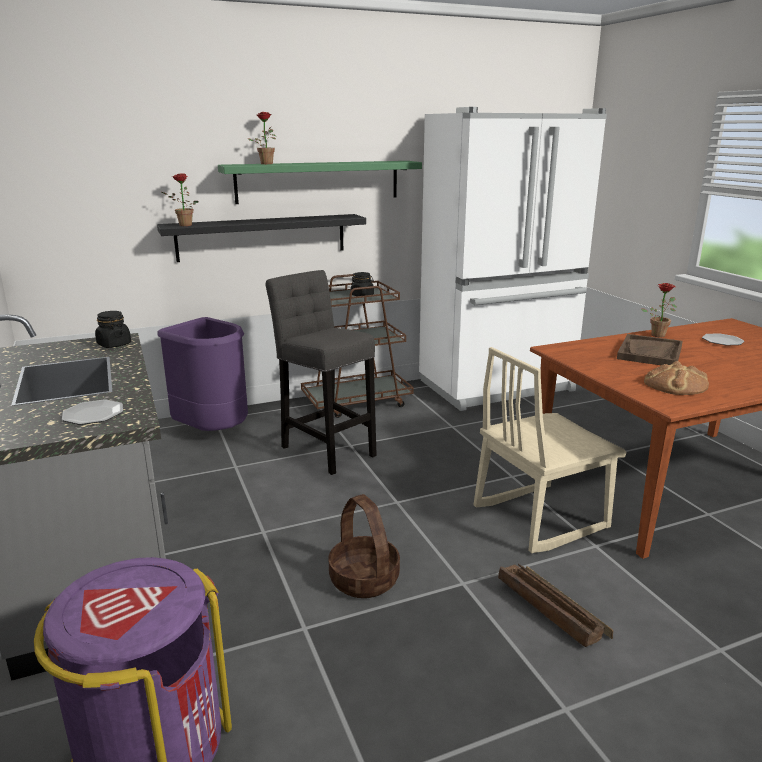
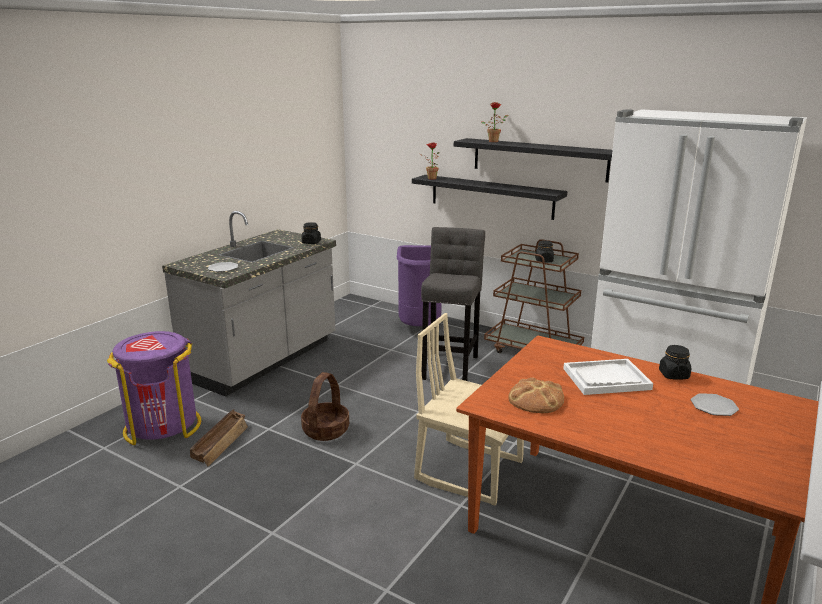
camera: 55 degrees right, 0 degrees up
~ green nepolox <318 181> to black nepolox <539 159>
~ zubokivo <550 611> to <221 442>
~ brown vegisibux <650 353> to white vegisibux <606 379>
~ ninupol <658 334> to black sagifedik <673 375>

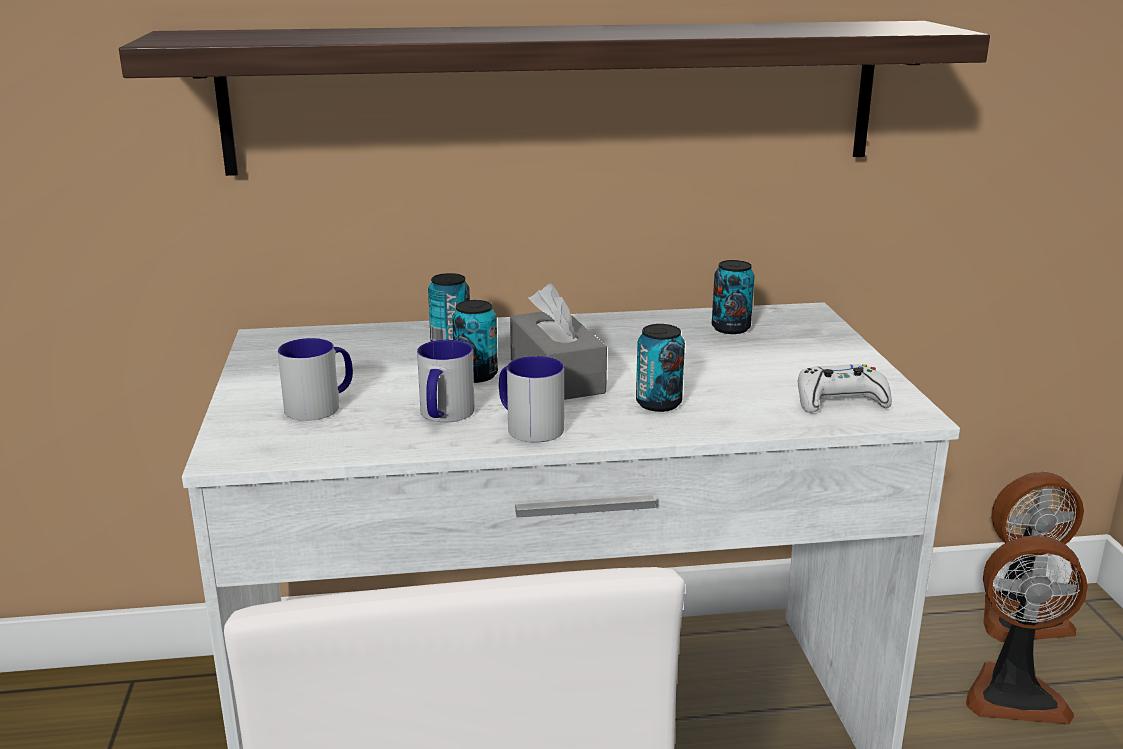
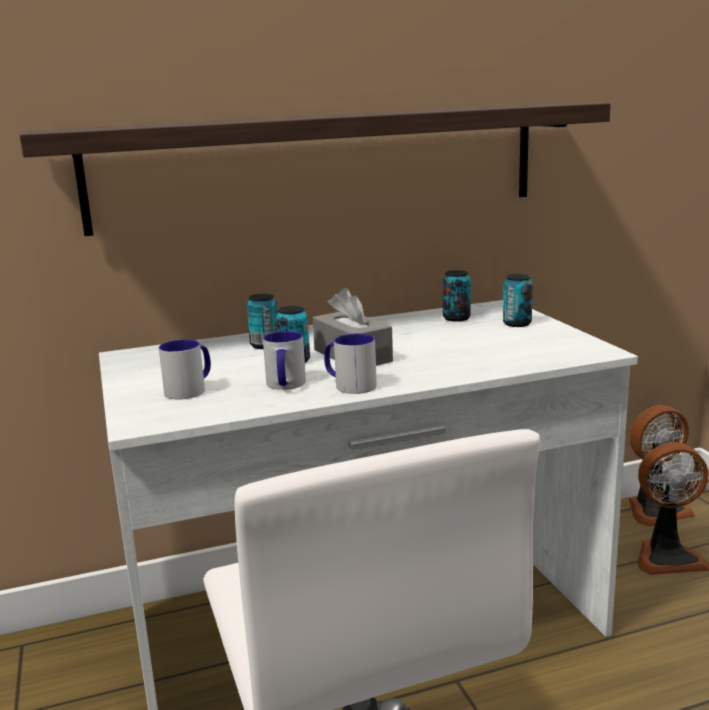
camera: 10 degrees left, 5 degrees down
~ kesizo <658 403> to <517 323>
- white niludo <839 401>

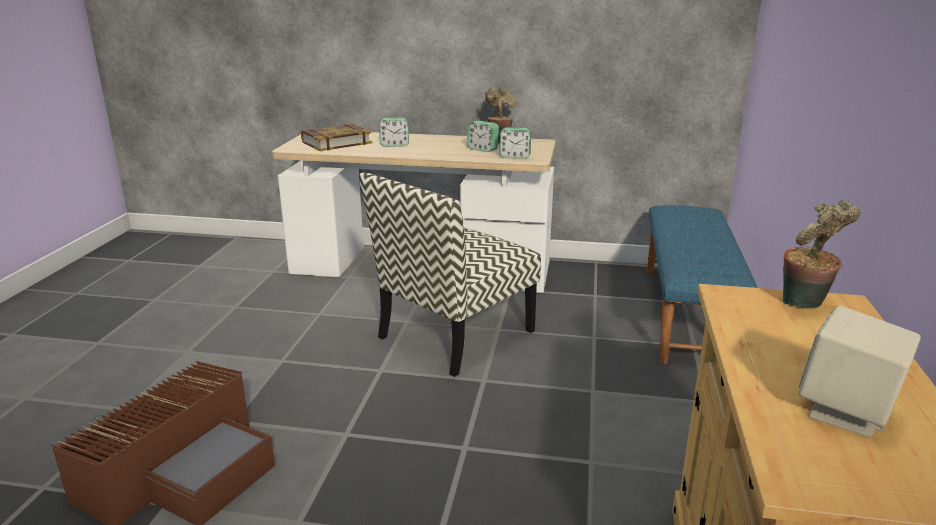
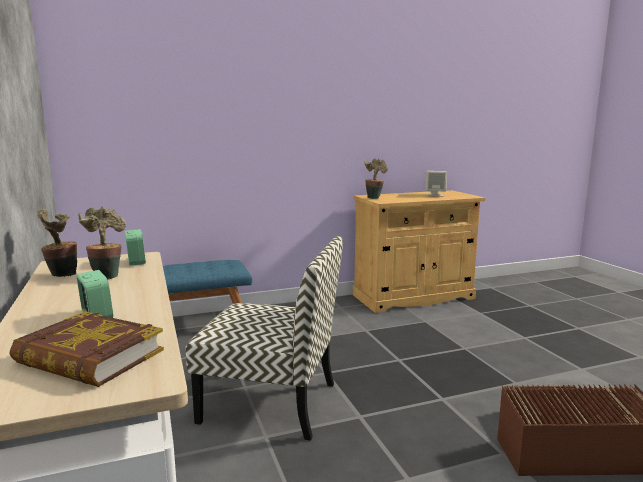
camera: 120 degrees left, 10 degrees down
~ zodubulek <482 149> to ninupol <106 275>

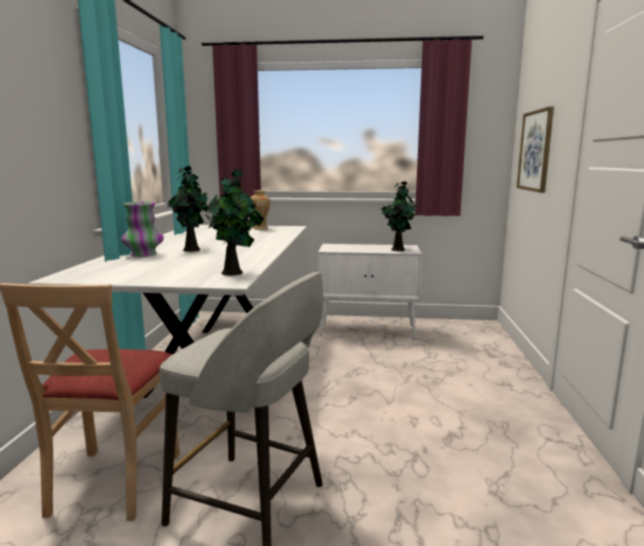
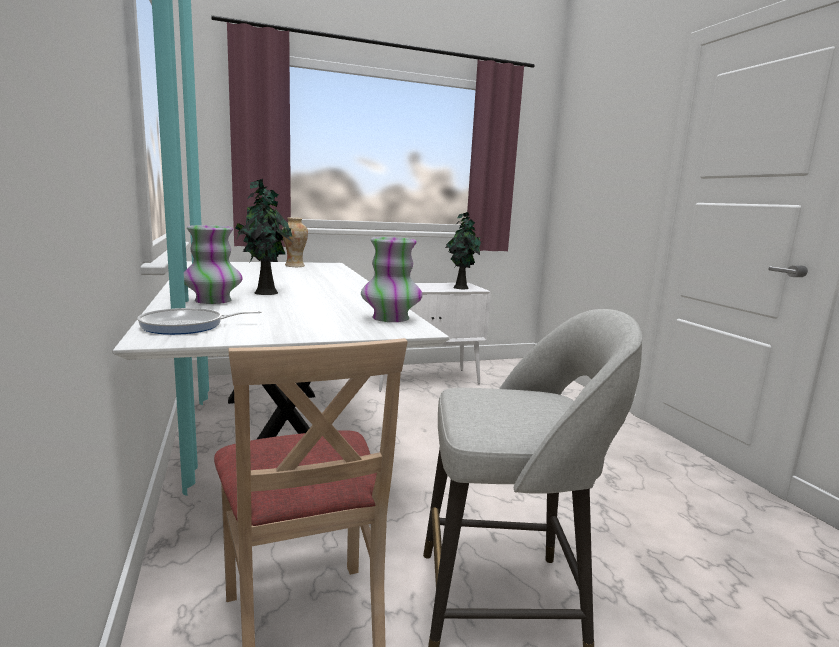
camera: 25 degrees left, 0 degrees up
~ ninupol <234 273> to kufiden <391 318>
- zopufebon <535 151>
+ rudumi <187 326>

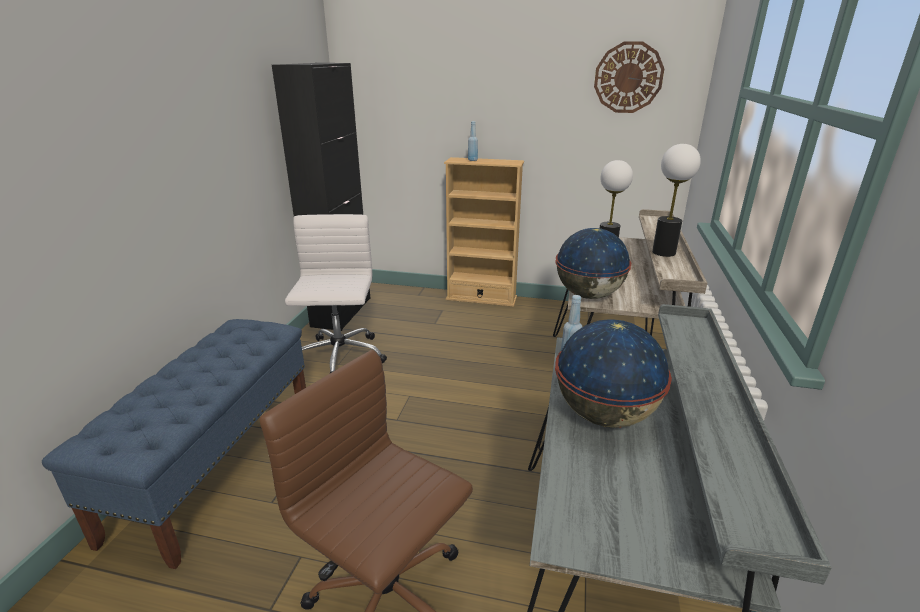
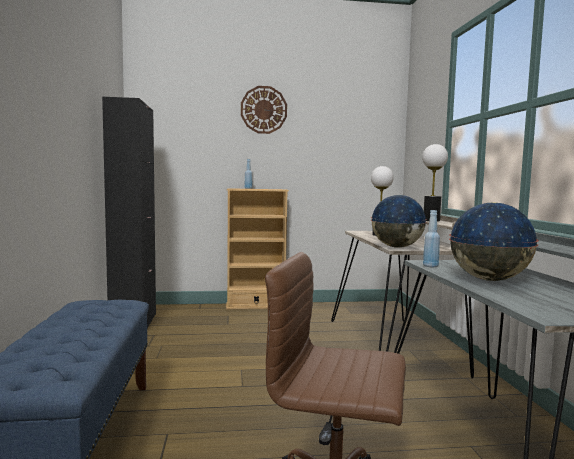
camera: 20 degrees left, 20 degrees down
- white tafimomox <339 357>
~ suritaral <628 78> to <263 110>

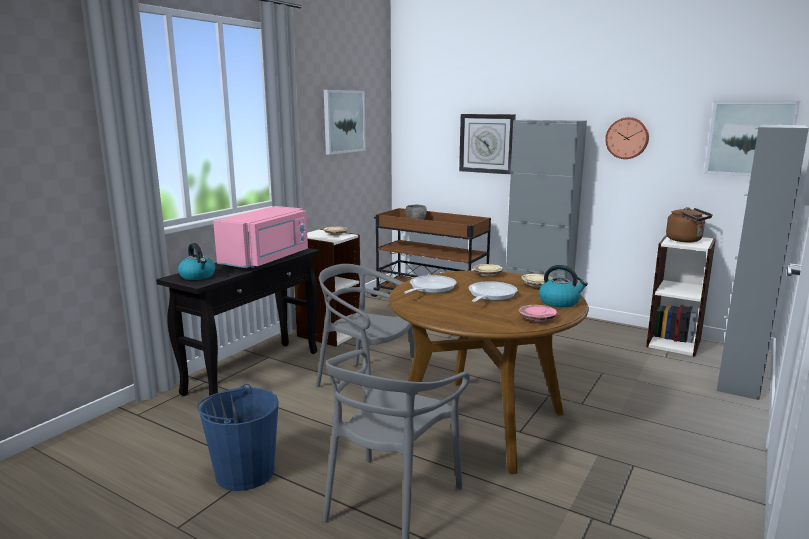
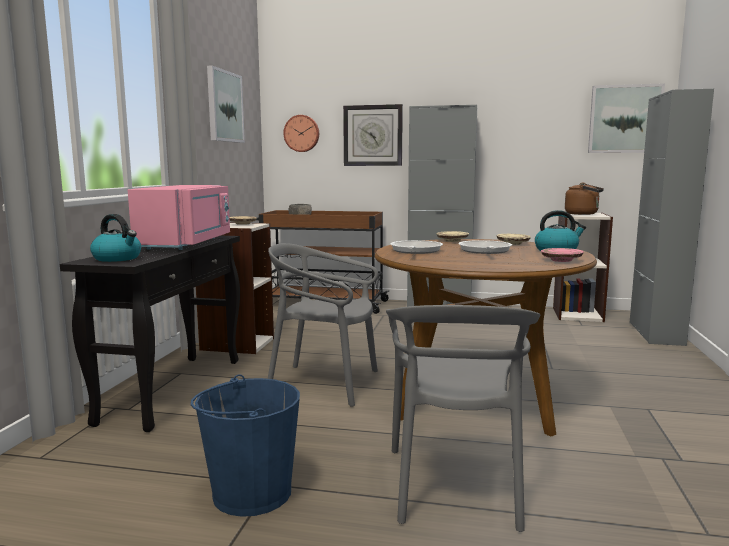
camera: 20 degrees left, 5 degrees down
~ suritaral <627 138> to <302 133>

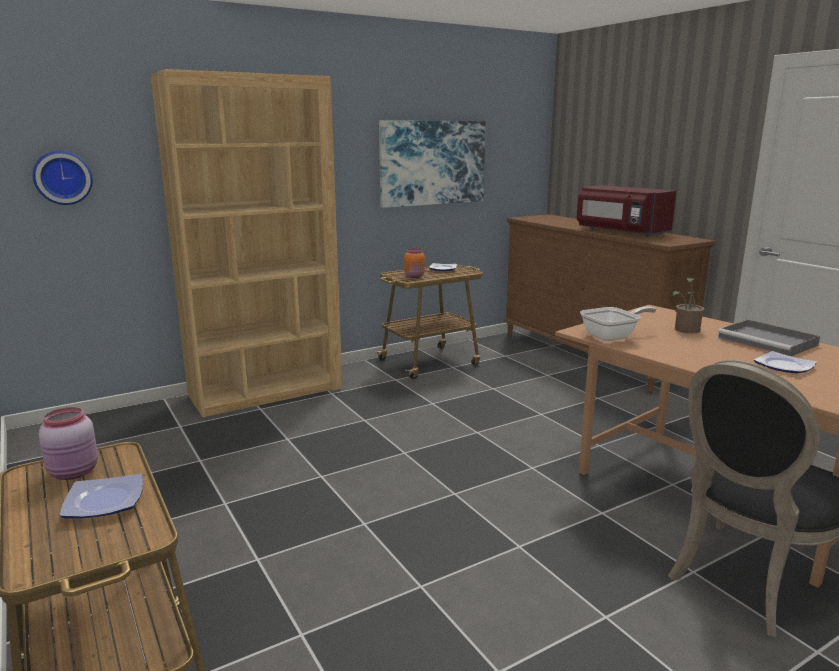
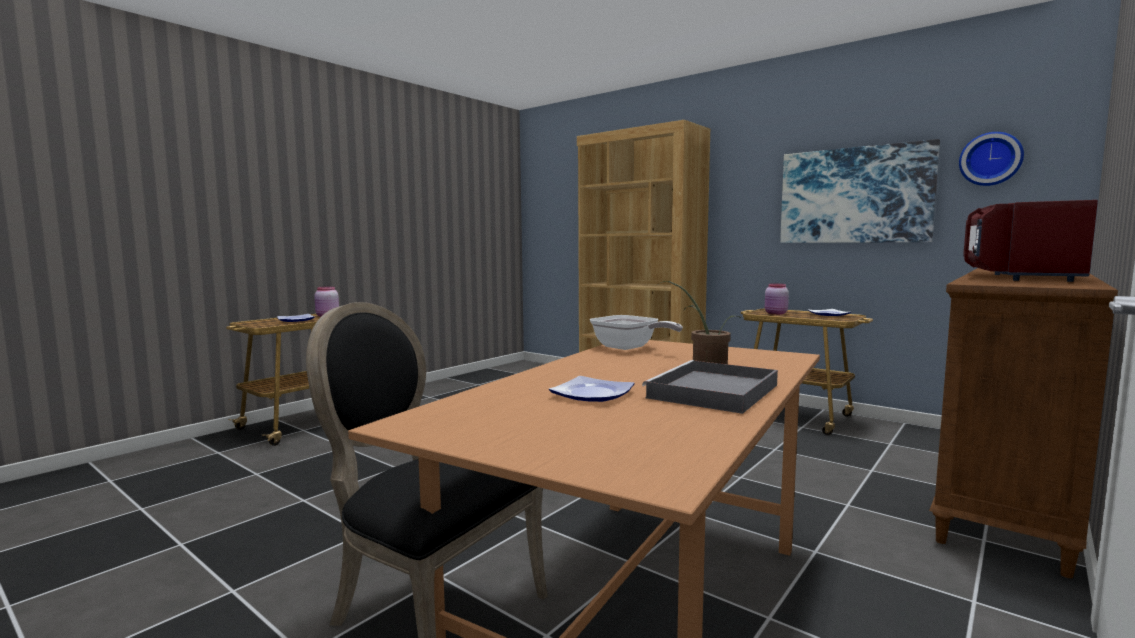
camera: 70 degrees right, 10 degrees down
~ suritaral <62 177> to <990 159>
~ orange sagifedik <415 276> to pink sagifedik <776 313>

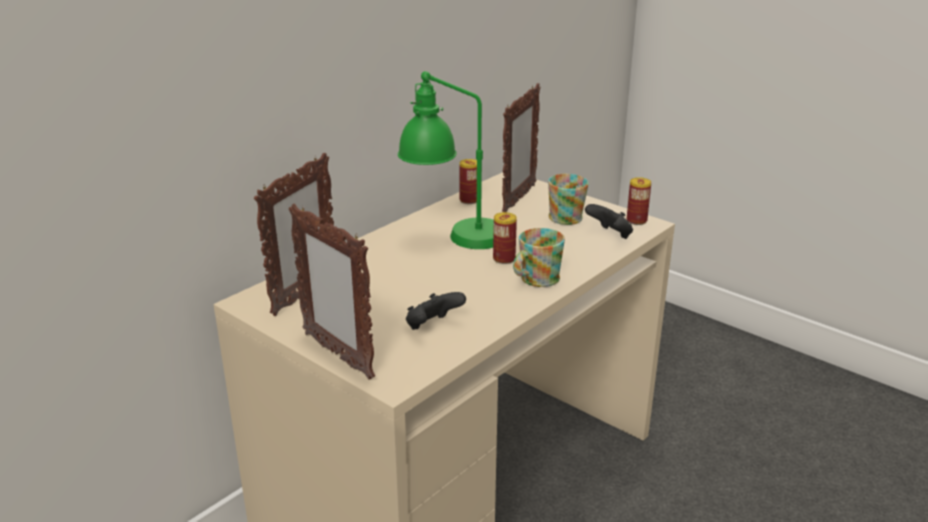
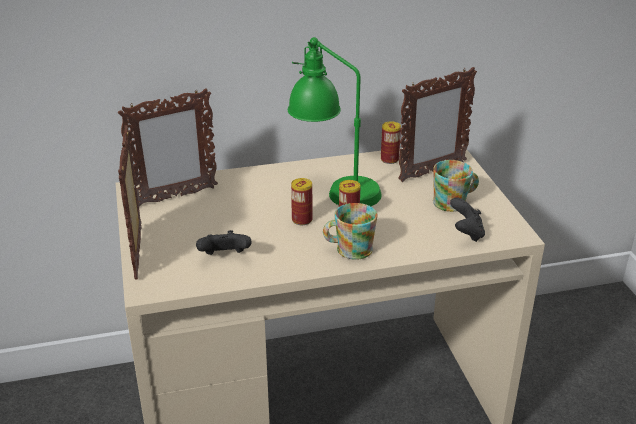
camera: 35 degrees right, 5 degrees up
~ kesizo <636 220> to <302 220>

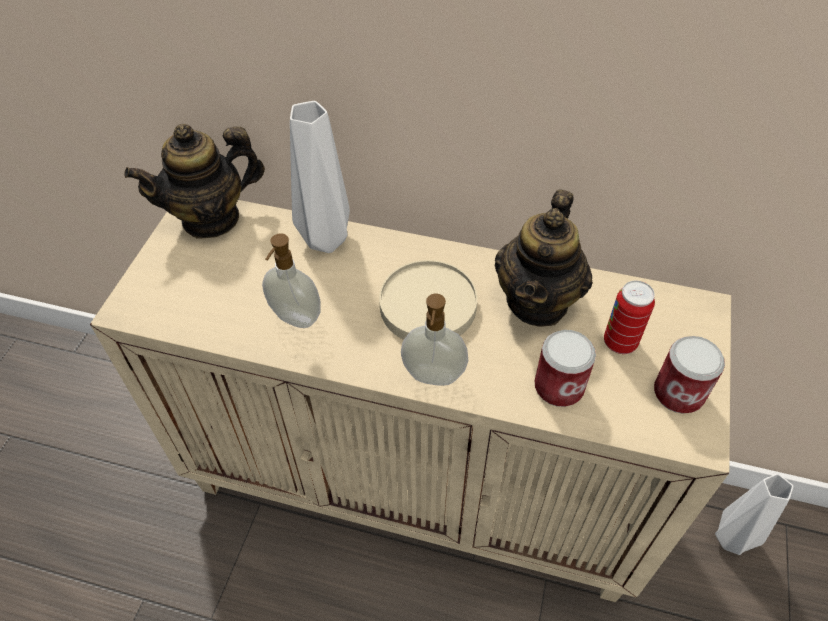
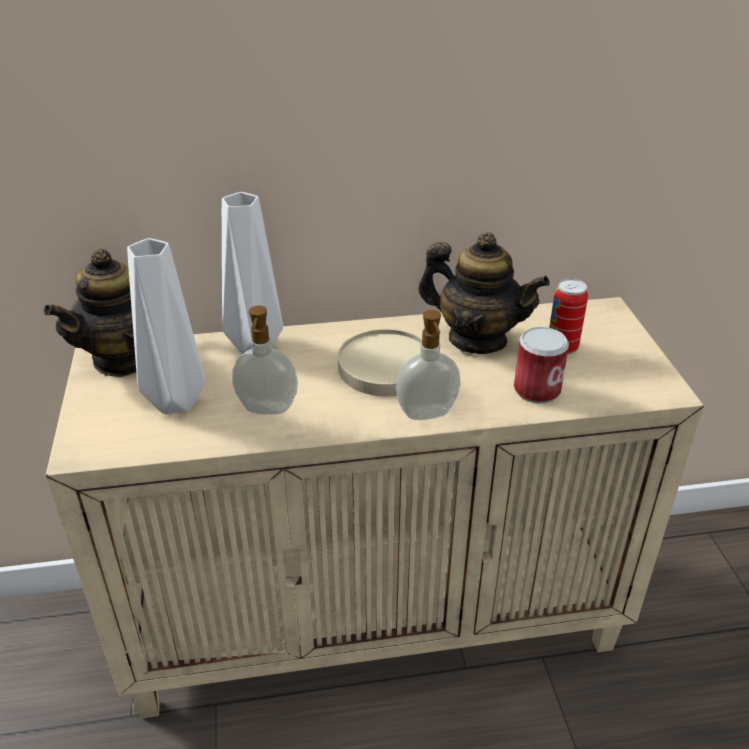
camera: 25 degrees left, 15 degrees down
~ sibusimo <538 301> = <477 339> 60 degrees counterclockwise
- kesizo <678 393>
~ white kufiden <730 537> to <174 401>

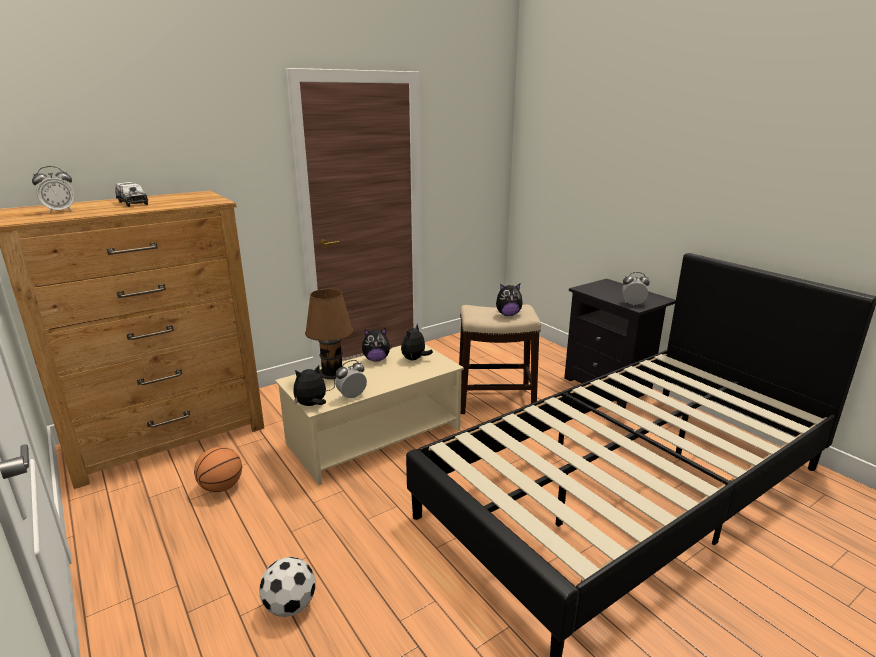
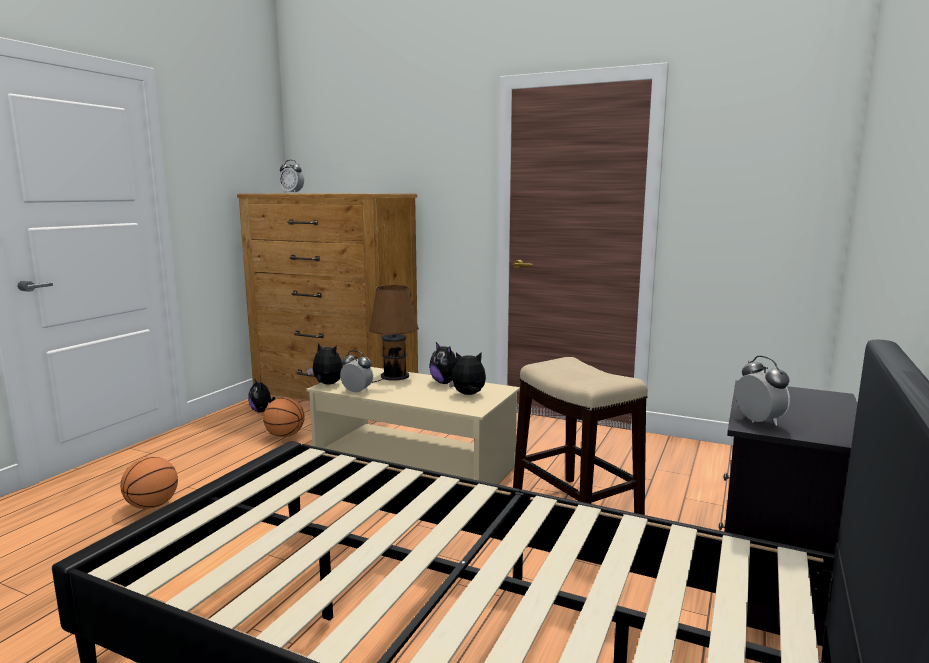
camera: 60 degrees right, 10 degrees down
- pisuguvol <132 203>
~ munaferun <290 605> to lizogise <152 506>
~ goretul <508 314> to <262 411>

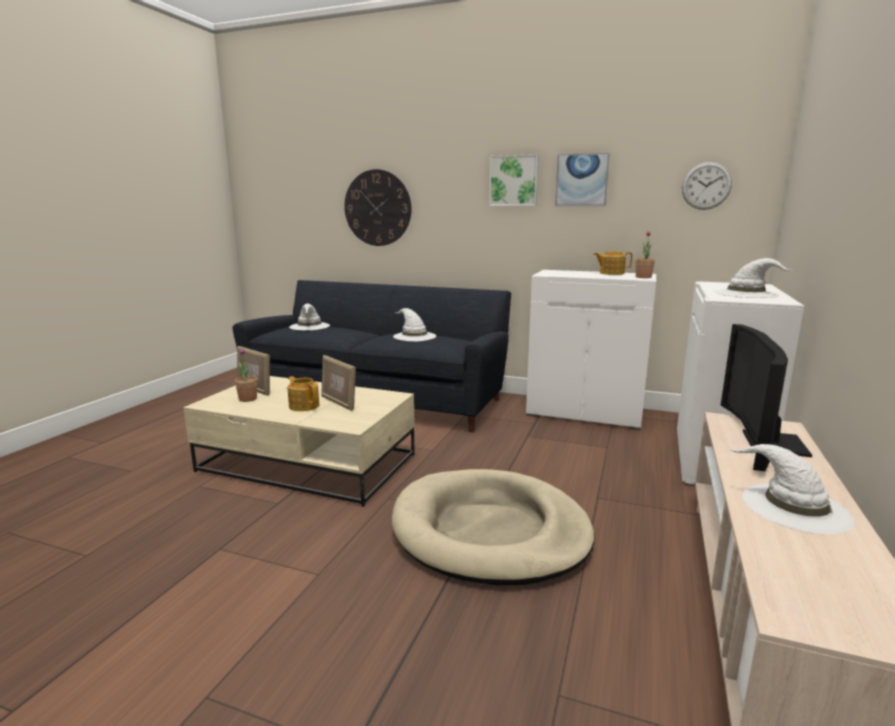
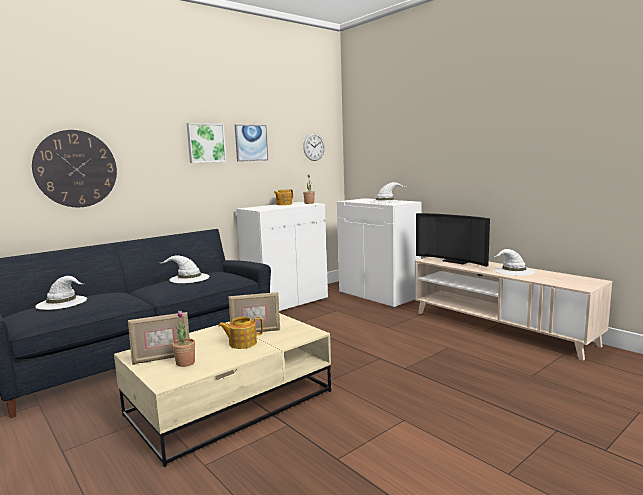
camera: 60 degrees left, 5 degrees down
- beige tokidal <490 531>

